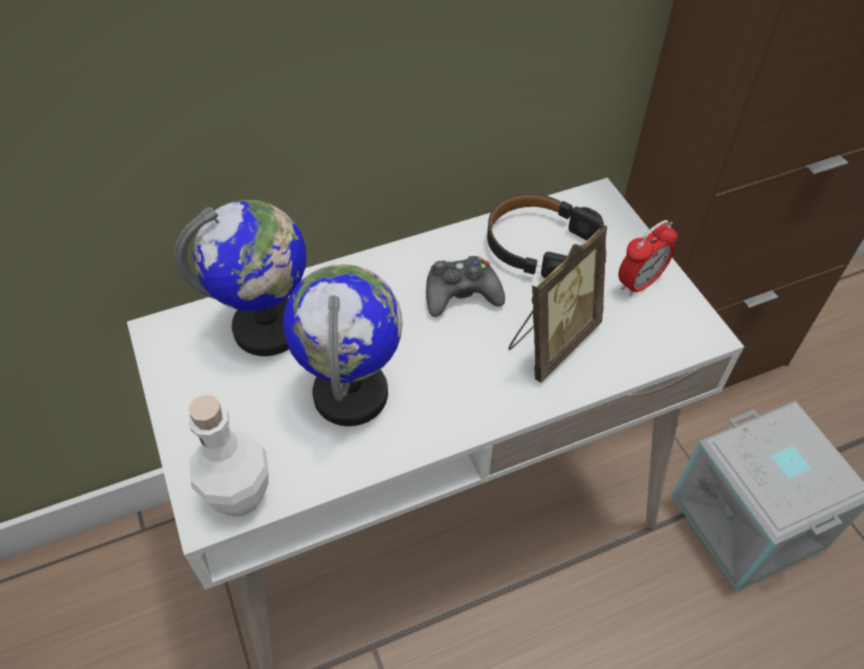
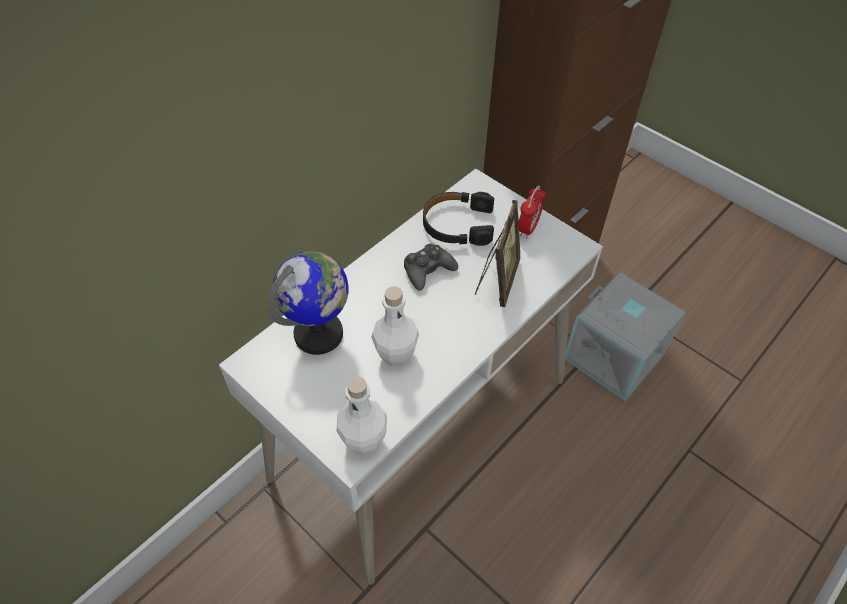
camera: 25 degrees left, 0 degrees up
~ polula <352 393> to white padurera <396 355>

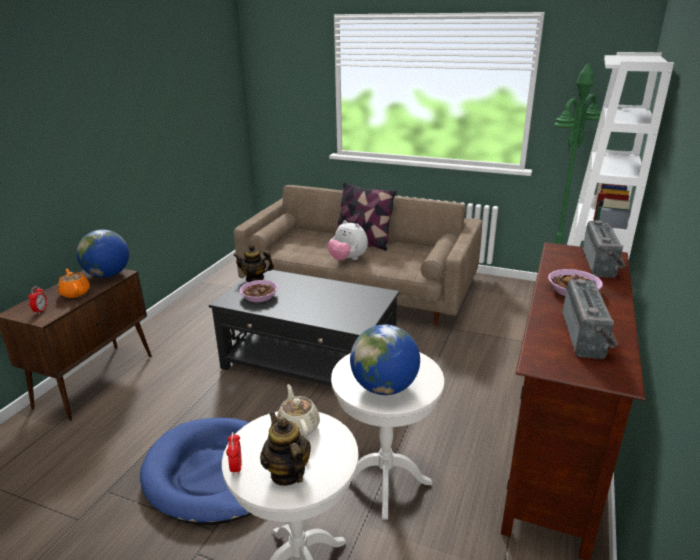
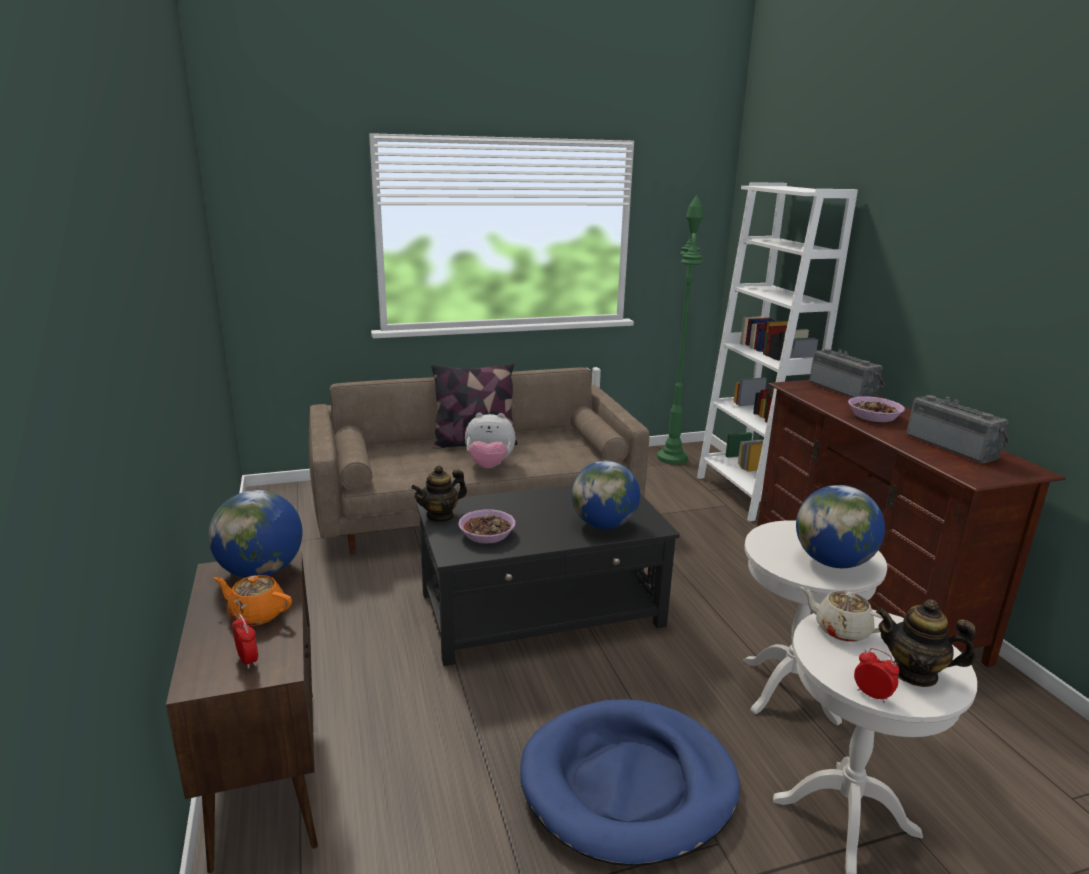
camera: 40 degrees left, 5 degrees down
+ polula <604 525>

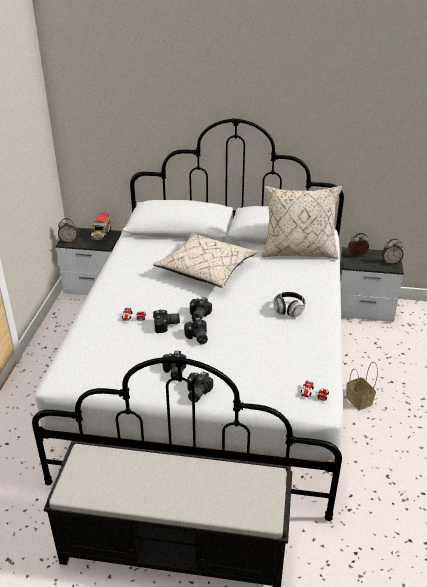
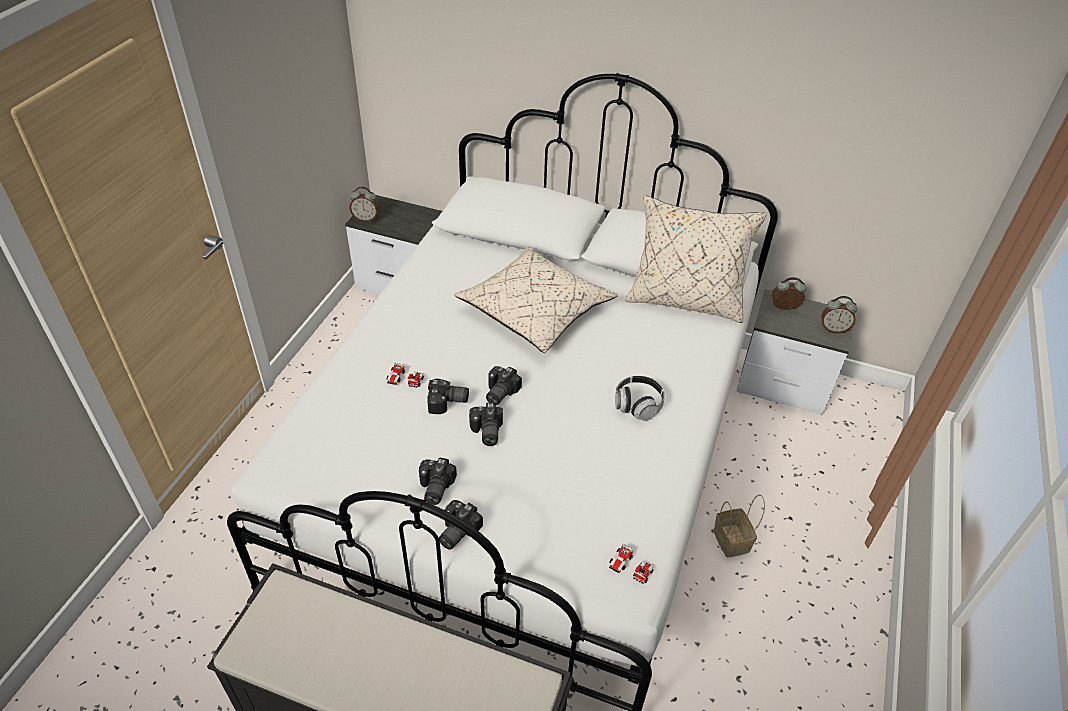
camera: 10 degrees right, 10 degrees up
- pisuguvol <101 235>

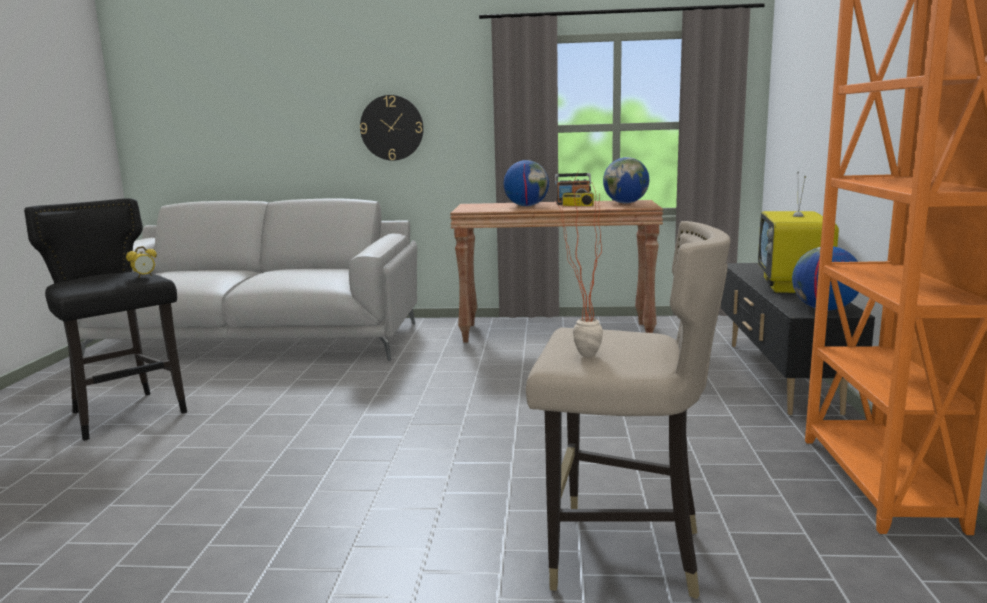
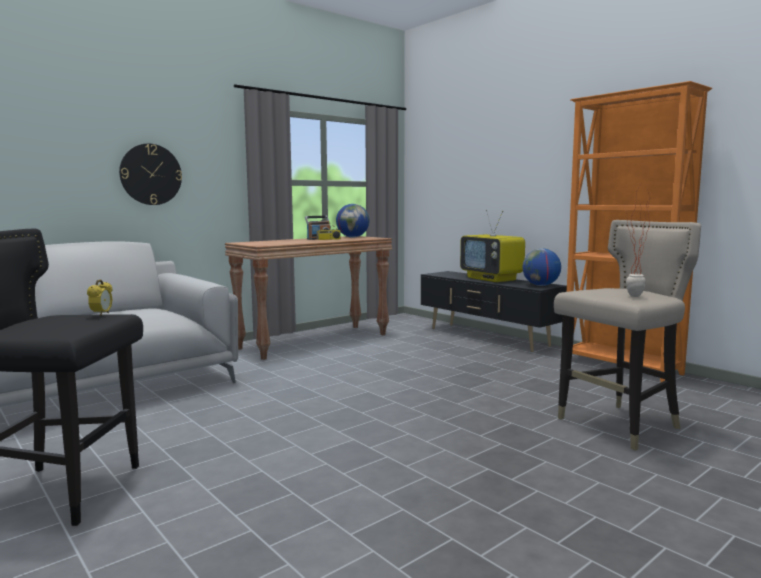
camera: 45 degrees left, 5 degrees down
- polula <526 206>

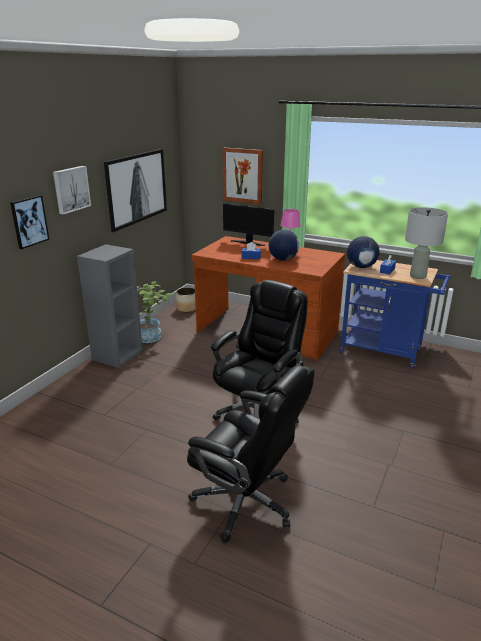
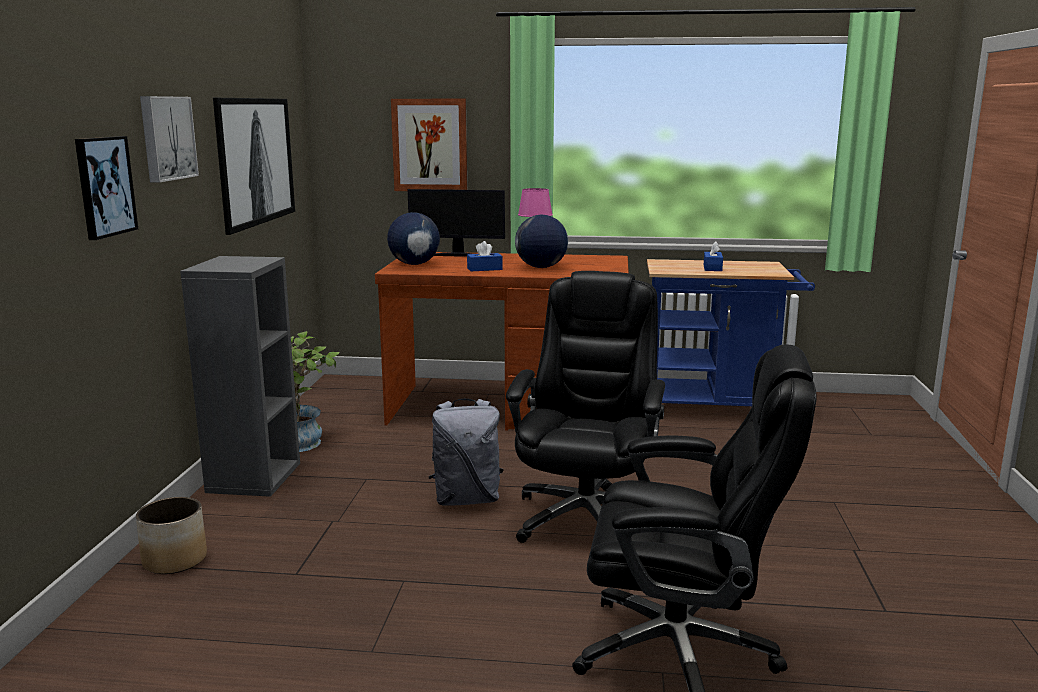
camera: 20 degrees left, 10 degrees down
~ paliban <187 308> to <174 560>
~ polula <361 267> to <414 264>
- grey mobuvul <418 276>
+ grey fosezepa <467 499>

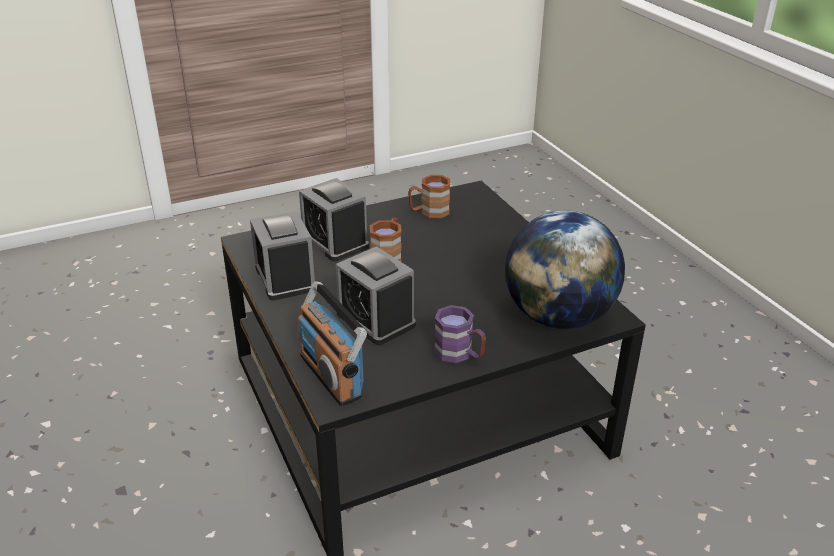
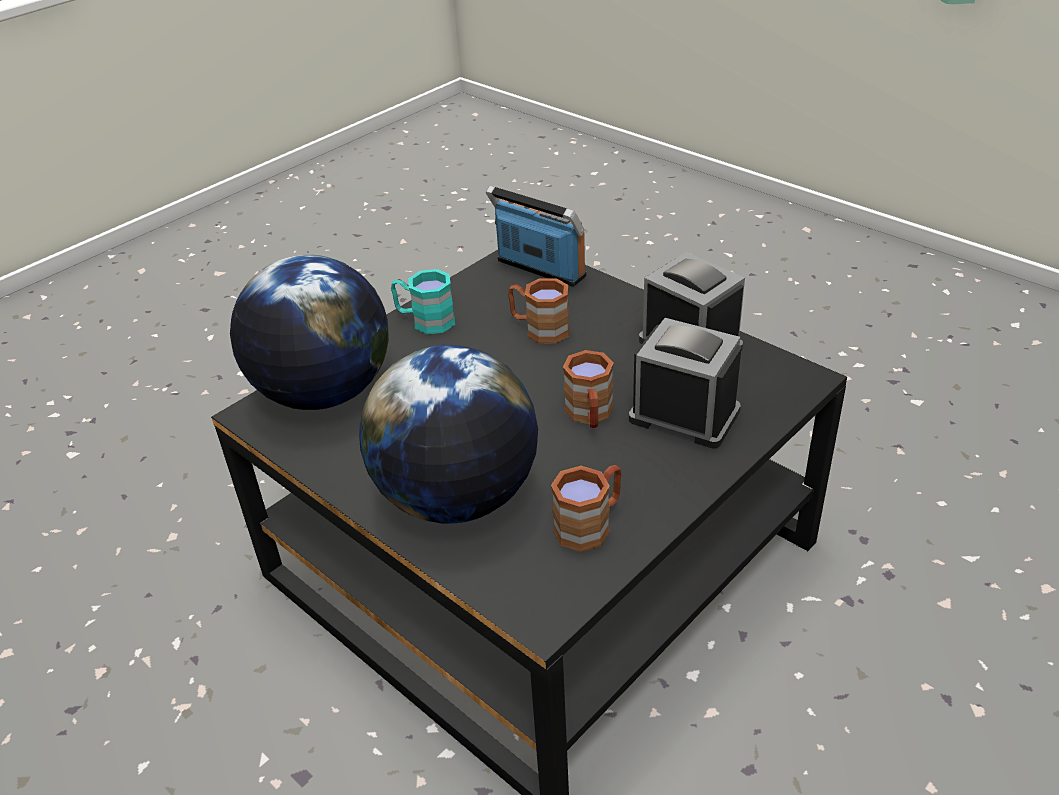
camera: 160 degrees right, 5 degrees up
~ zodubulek <376 319> to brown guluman <539 329>
~ purple guluman <460 354> to turquoise guluman <425 320>
+ polula <457 498>

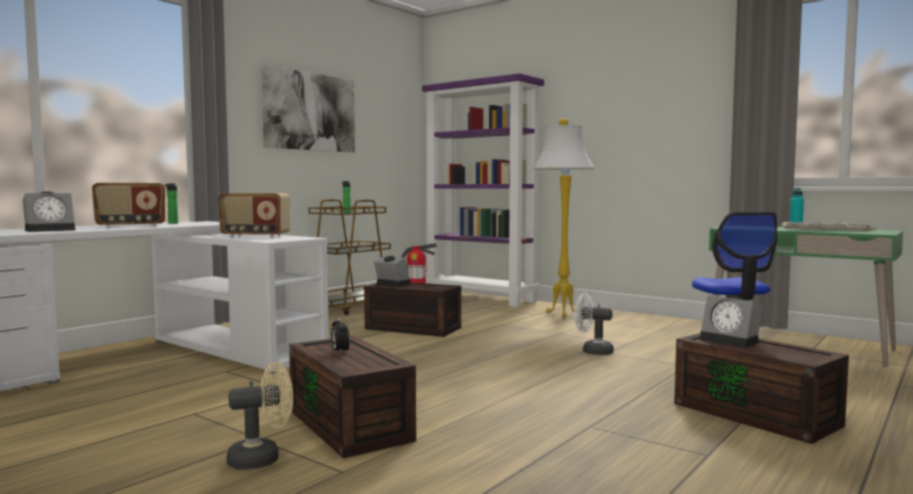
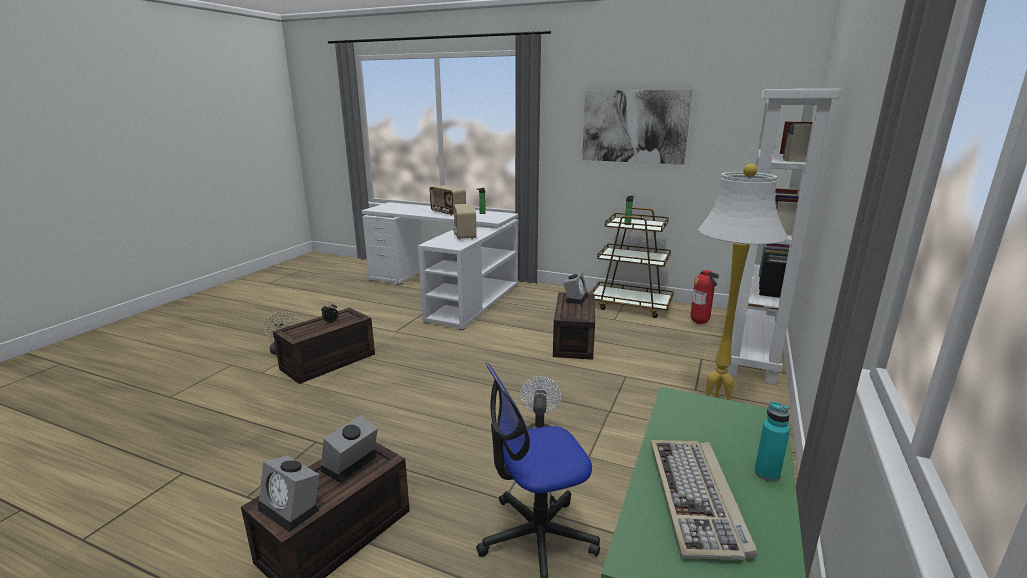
camera: 75 degrees right, 15 degrees up
~ zodubulek <51 230> to <292 509>
~ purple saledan <482 298> to white saledan <752 351>

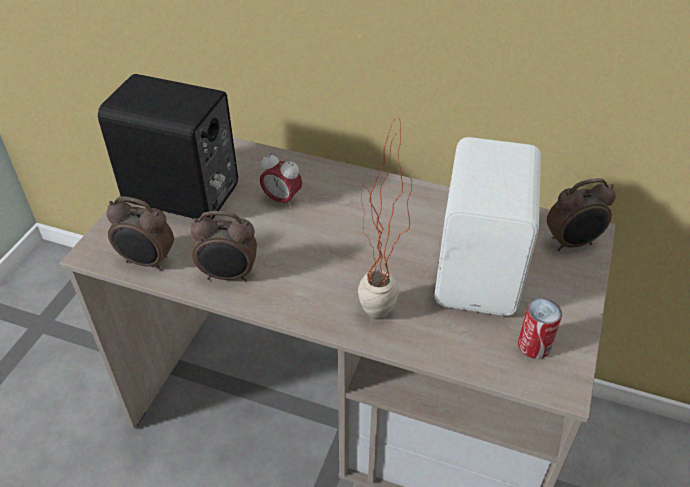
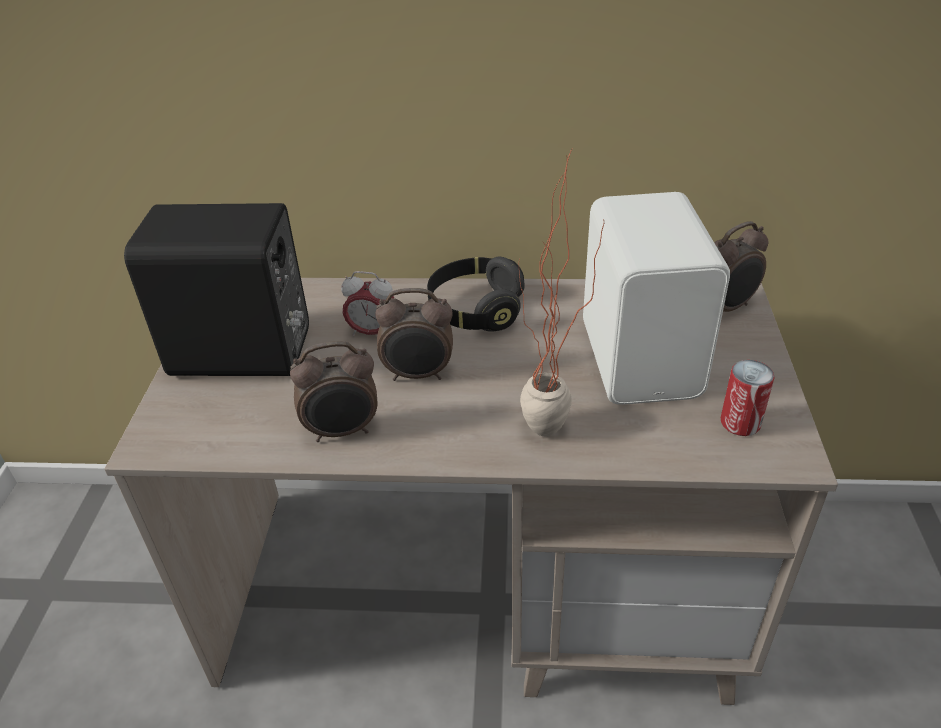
camera: 15 degrees left, 5 degrees down
~ zodubulek <147 262> to <418 375>
+ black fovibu <475 310>

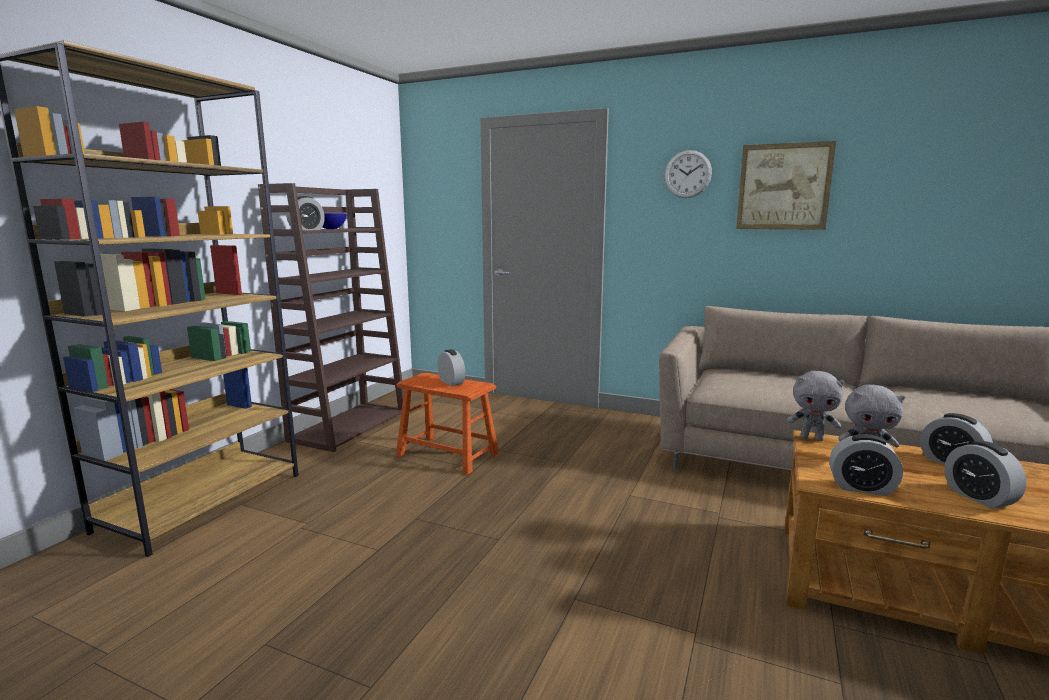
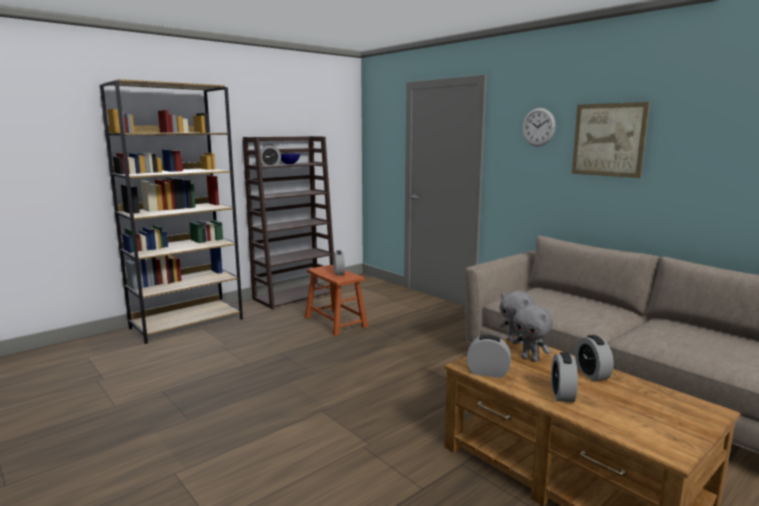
camera: 25 degrees right, 0 degrees up
~ zodubulek <861 488> = <487 373> 150 degrees clockwise

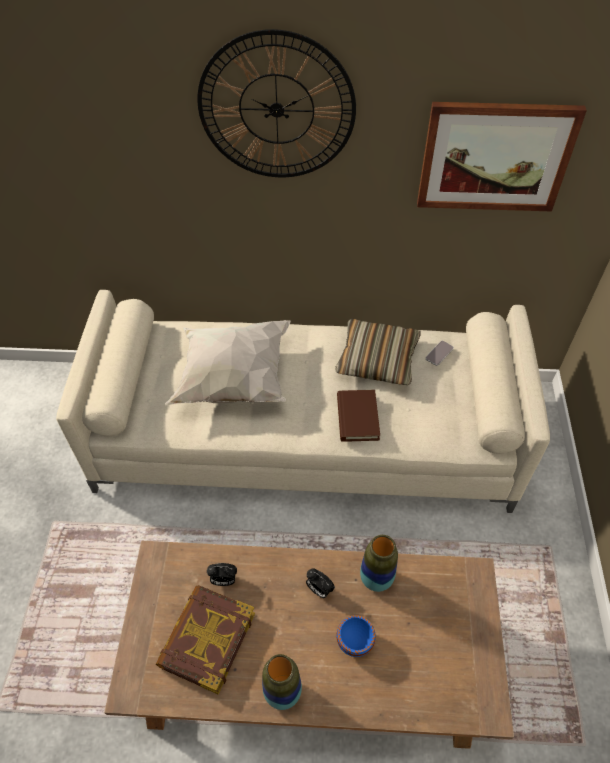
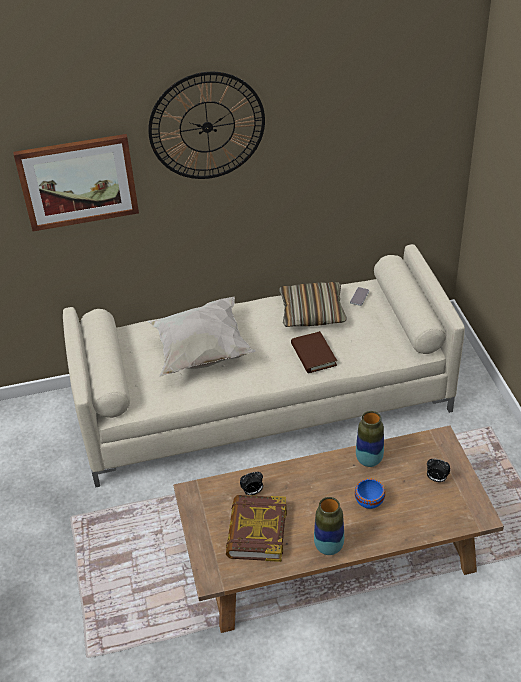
camera: 15 degrees left, 10 degrees down
~ zodubulek <319 589> to <436 479>
~ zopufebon <495 157> to <78 182>

